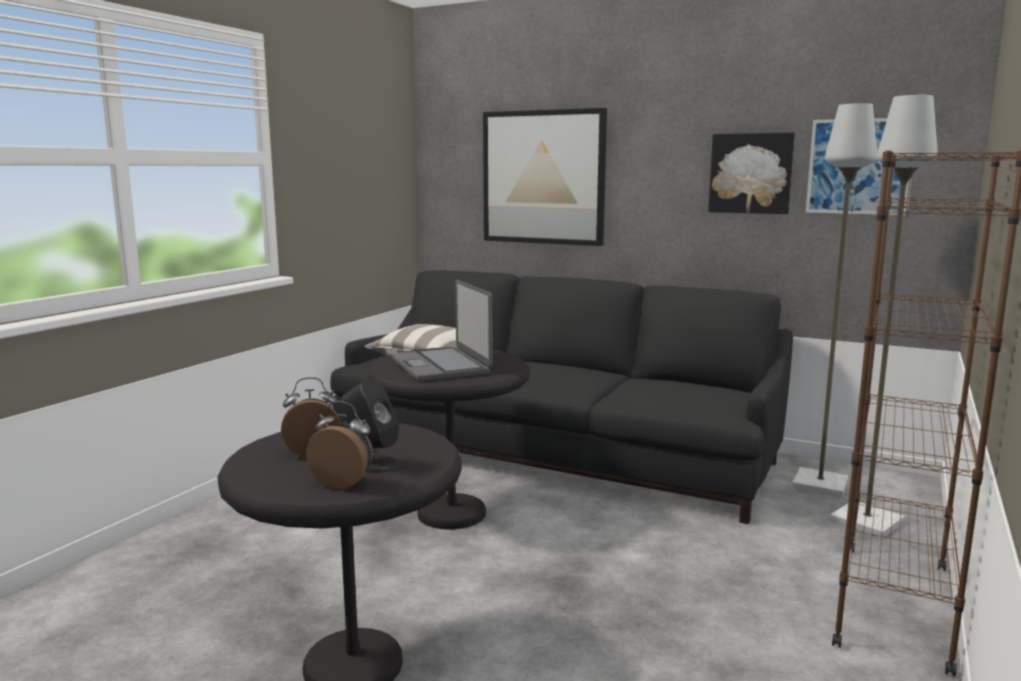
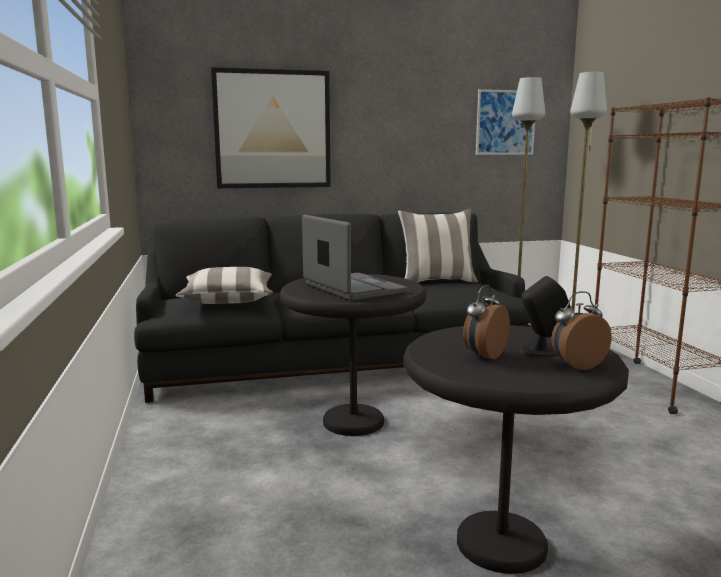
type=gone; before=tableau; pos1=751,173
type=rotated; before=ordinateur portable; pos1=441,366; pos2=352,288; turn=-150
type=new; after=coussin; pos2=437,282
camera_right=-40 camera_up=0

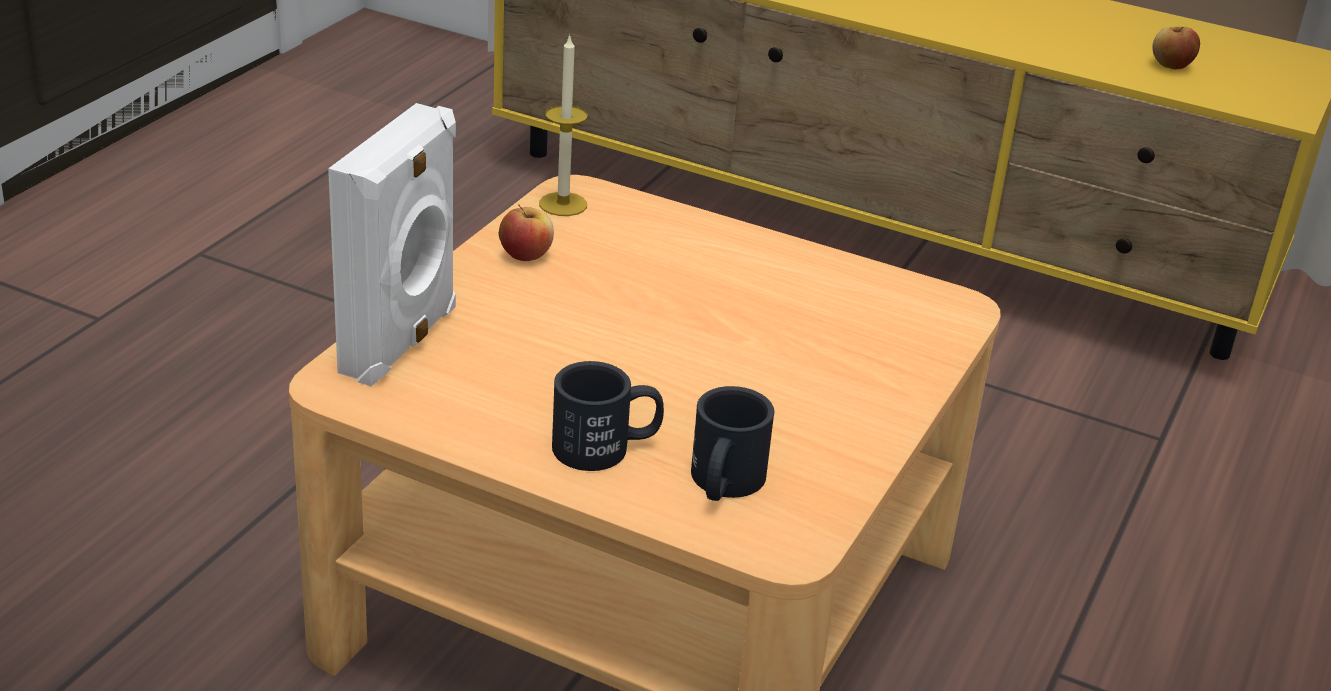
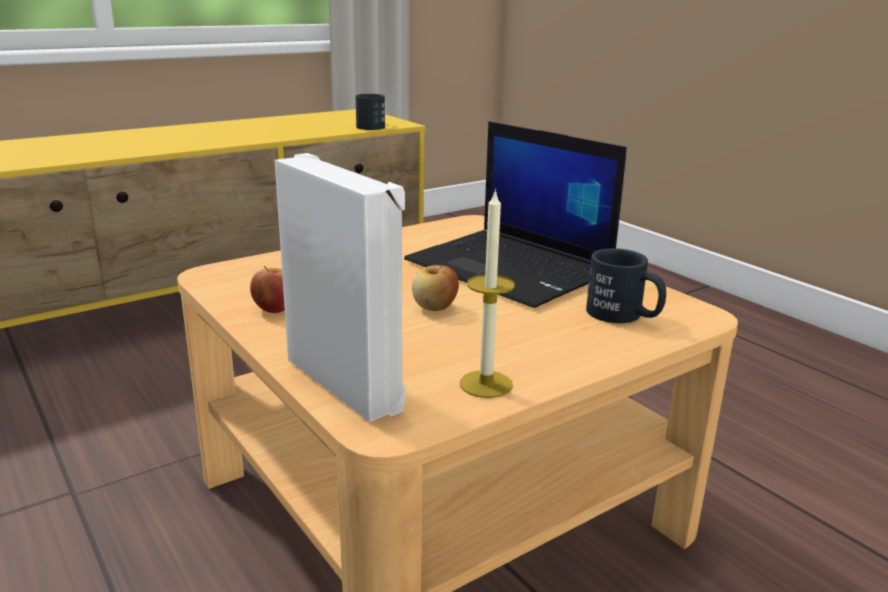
type=shifted; before=pomme; pos1=1171,65; pos2=434,307
type=shifted; before=bougie; pos1=563,204; pos2=486,384
type=shifted; before=mug (noir); pos1=606,447; pos2=373,126
type=new; after=ordinateur portable; pos2=511,268
camera_right=-60 camera_up=-10

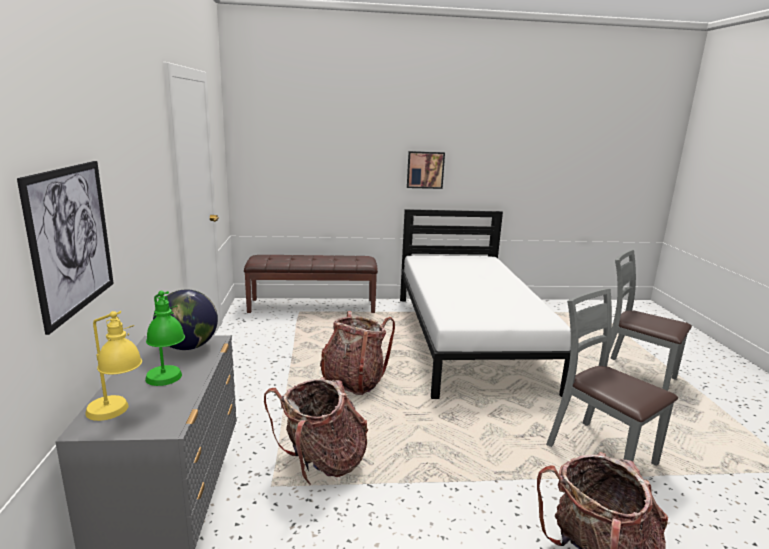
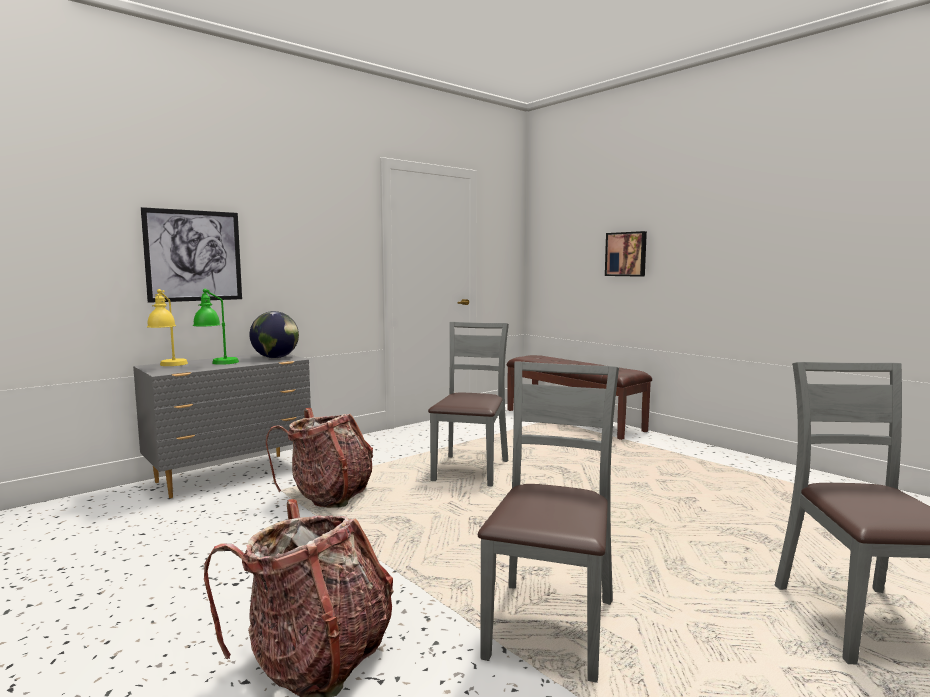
type=shifted; before=tableau; pos1=425,169; pos2=626,254
type=gone; before=lit (blanc); pos1=468,339
type=swapped; before=sac à dos; after=chaise (gris); pos1=353,381; pos2=470,470
camera_right=55 camera_up=-10

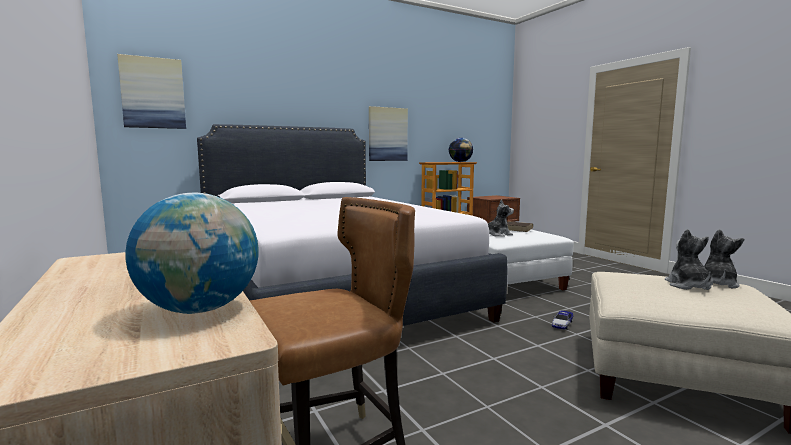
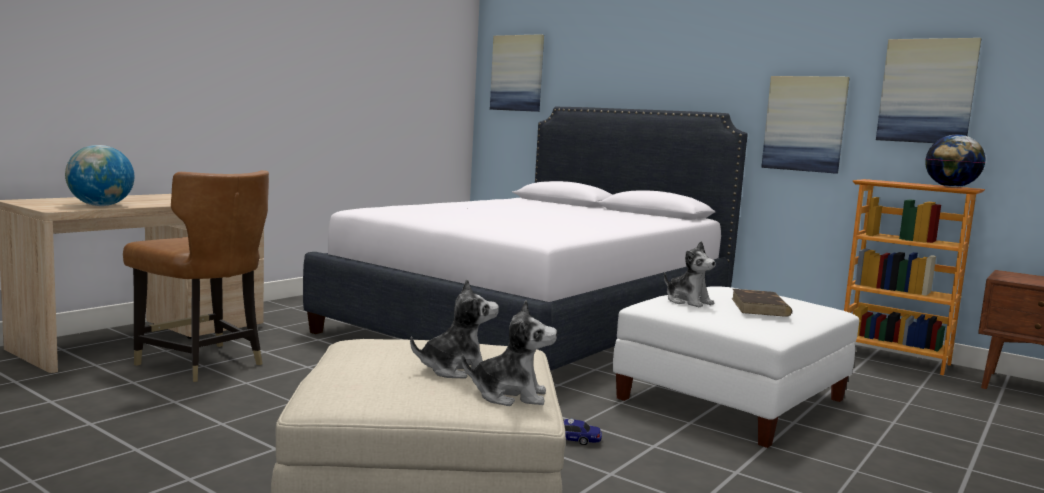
type=new; after=tableau; pos2=927,91
camera_right=65 camera_up=0

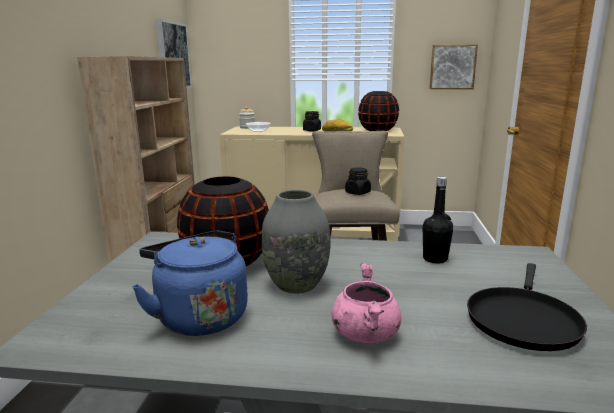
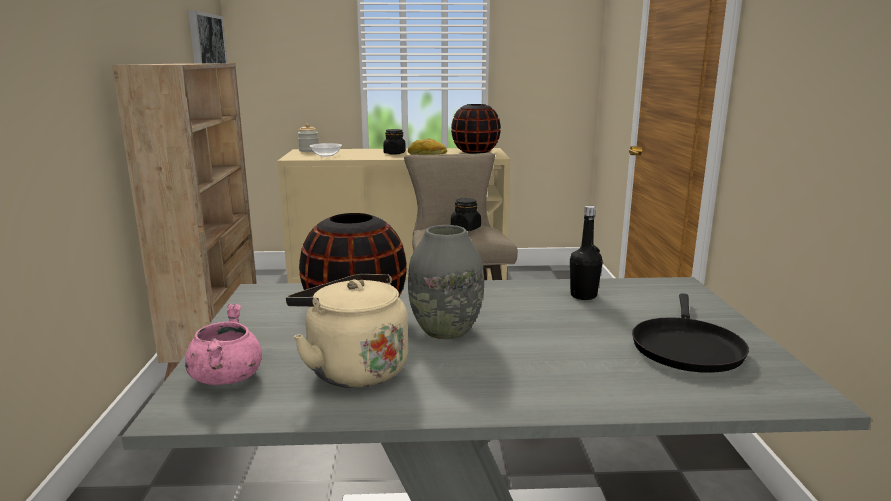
type=gone; before=tableau; pos1=452,67
type=repainted; before=bouilloire (bleu); after=bouilloire (beige); pos1=199,316; pos2=353,368
type=shifted; before=marmite (rose); pos1=365,333; pos2=226,377
camera_right=-10 camera_up=0

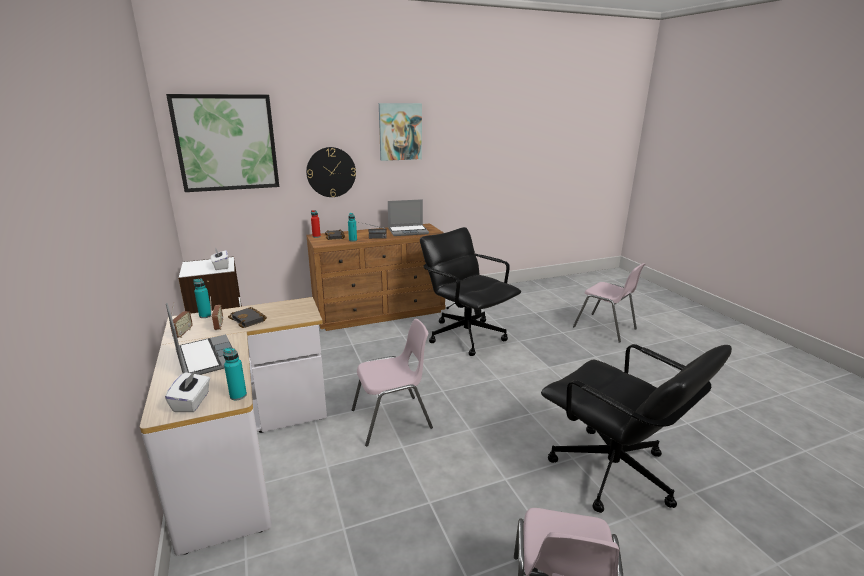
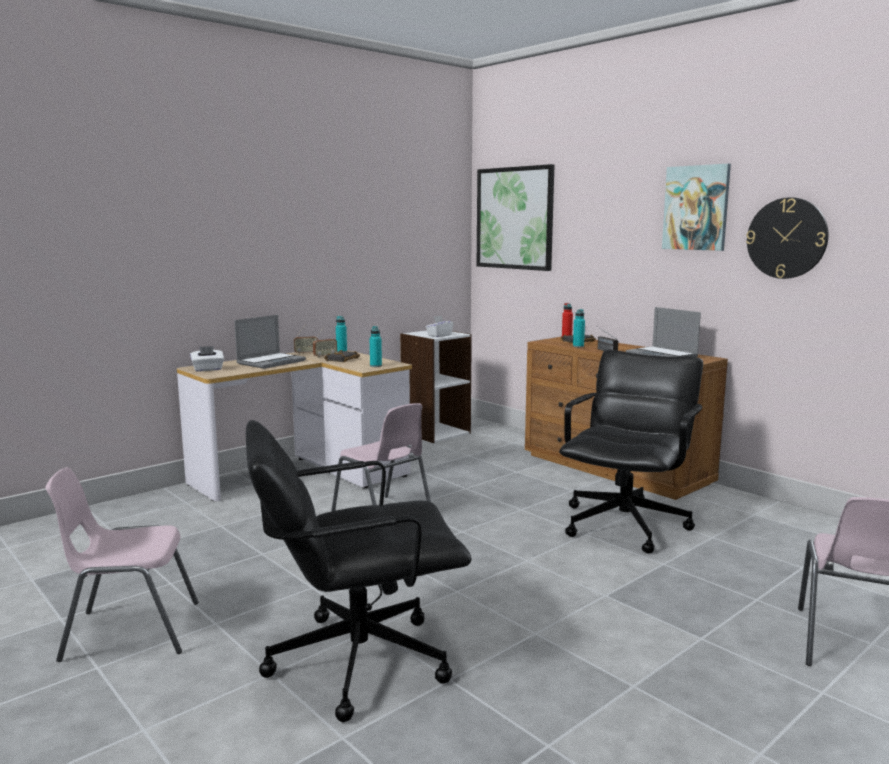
type=shifted; before=horloge murale; pos1=331,172; pos2=786,238
type=rotated; before=chaise de bureau (noir); pos1=612,473; pos2=356,660; turn=45
type=shifted; before=bouteille (turquoise); pos1=238,395; pos2=376,366
camera_right=70 camera_up=-10

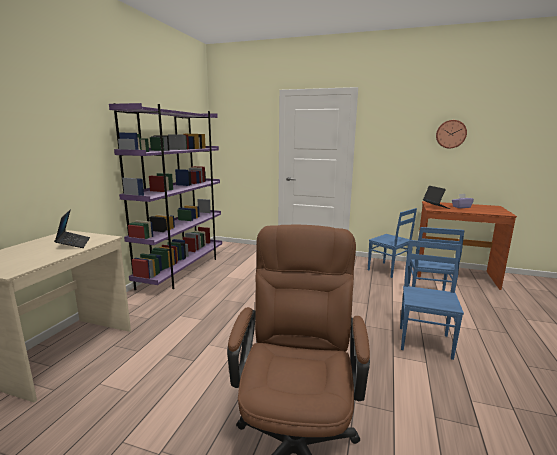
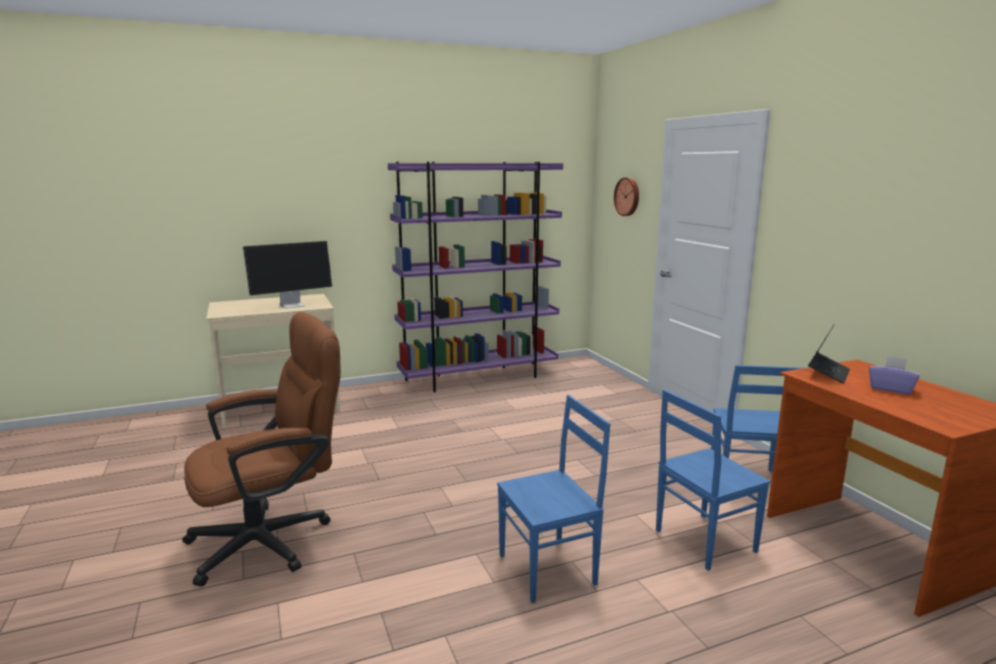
type=shifted; before=horloge murale; pos1=450,134; pos2=628,196
type=swapped; before=ordinateur portable; after=écran d'ordinateur; pos1=73,243; pos2=293,305
camera_right=50 camera_up=0

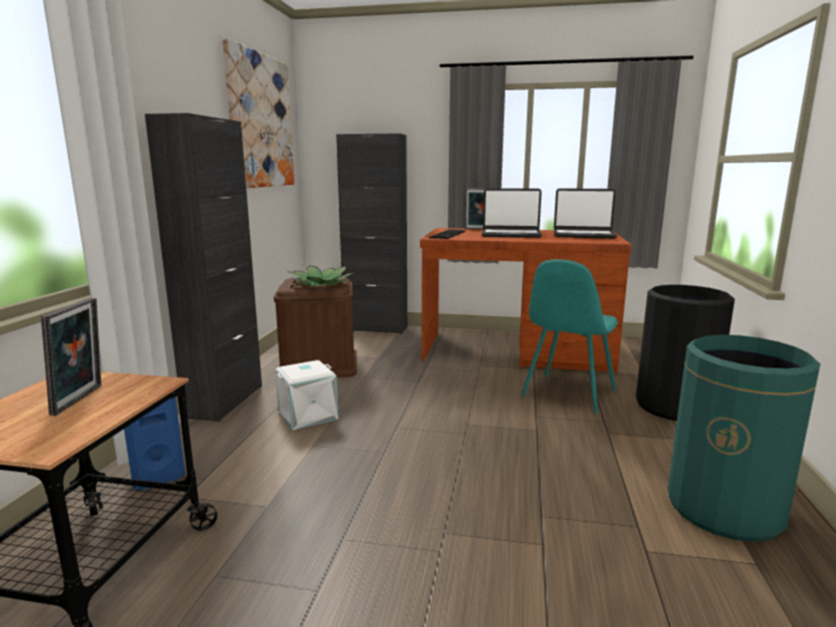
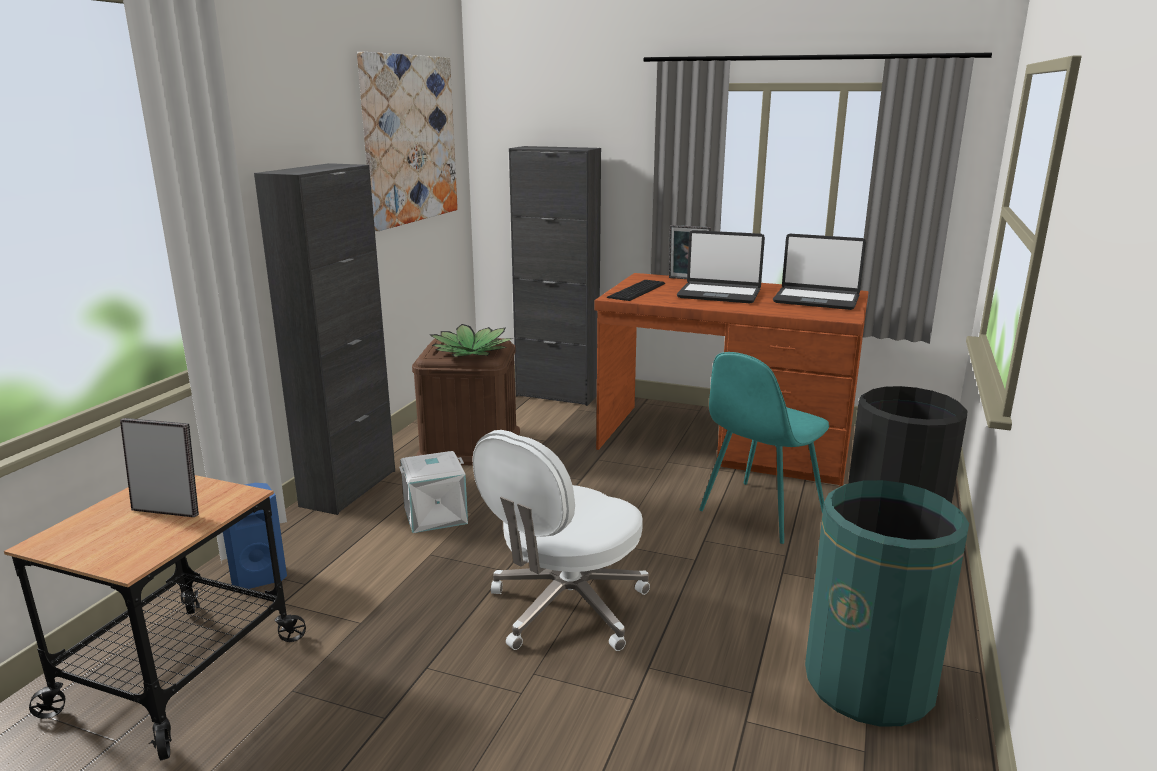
type=rotated; before=cadre photo; pos1=81,400; pos2=168,510; turn=-90
type=new; after=chaise de bureau (blanc); pos2=566,608
camera_right=10 camera_up=5

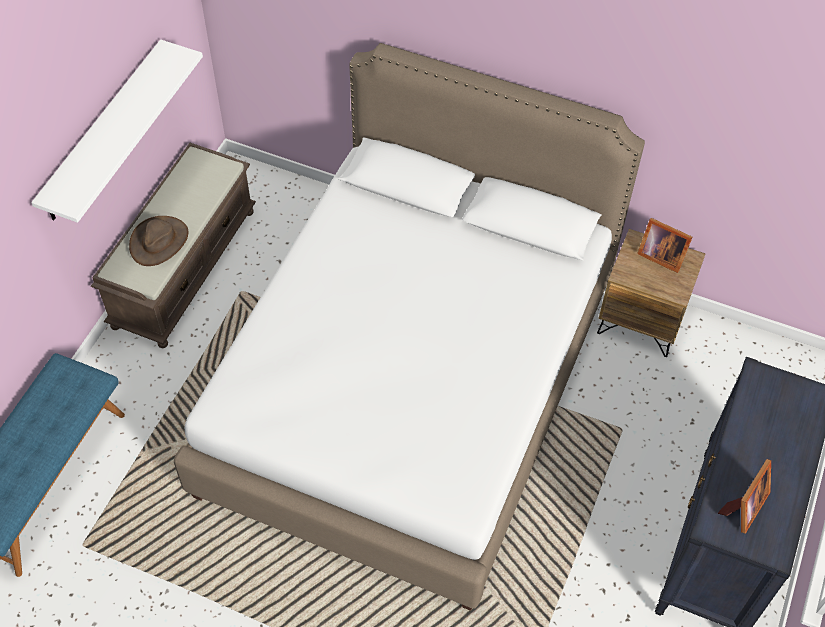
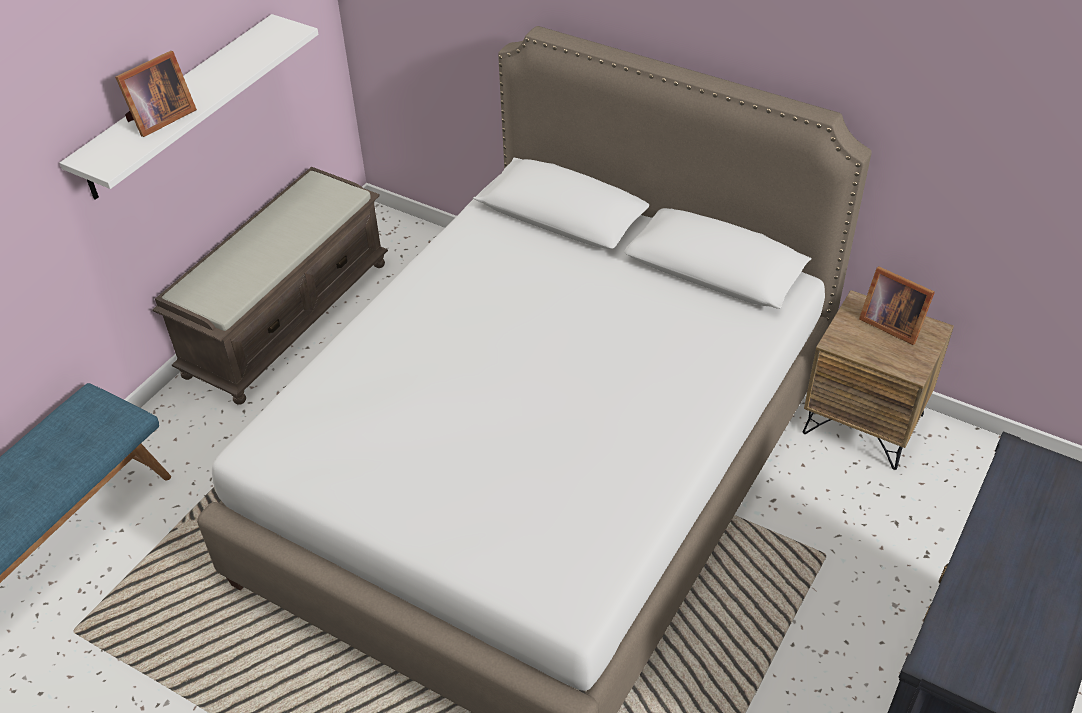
type=gone; before=chapeau (marron); pos1=159,241
type=shifted; before=cadre photo; pos1=743,507; pos2=159,119
camera_right=10 camera_up=-10

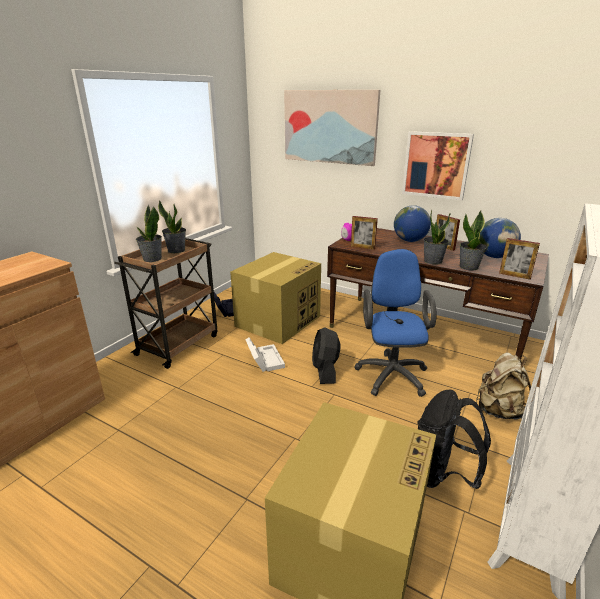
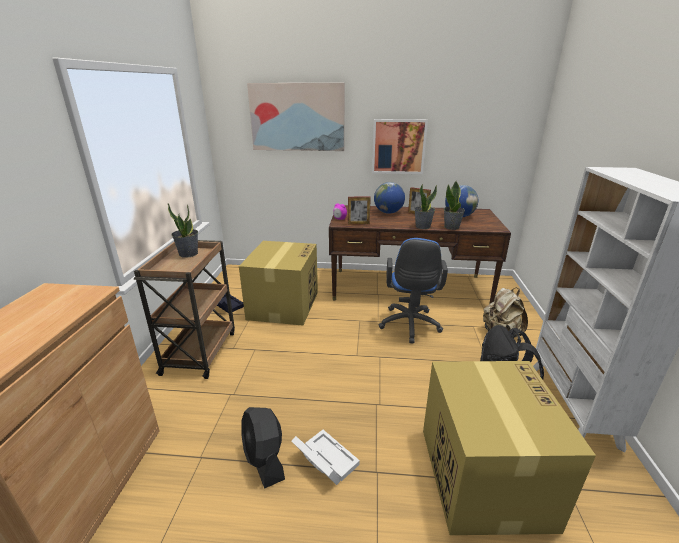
type=gone; before=plante en pot; pos1=152,259
type=gone; before=cadre photo; pos1=514,275
type=rotated; before=chaise de bureau (bleu); pos1=391,373; pos2=409,326; turn=-150
type=shifted; before=ventilateur (noir); pos1=325,370; pos2=264,459
type=shifted; before=boîte de rangement (blanc); pos1=264,359; pos2=324,460
camera_right=-25 camera_up=0

